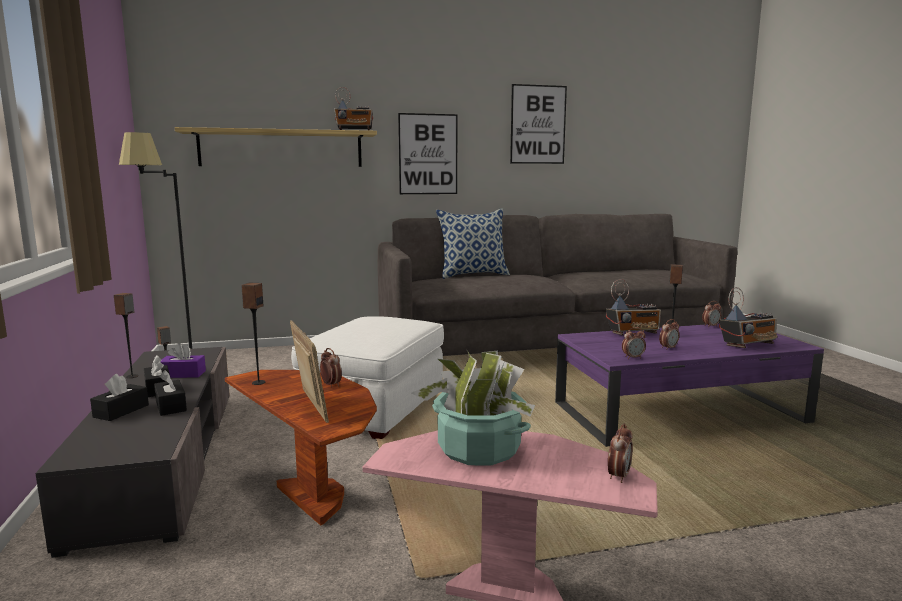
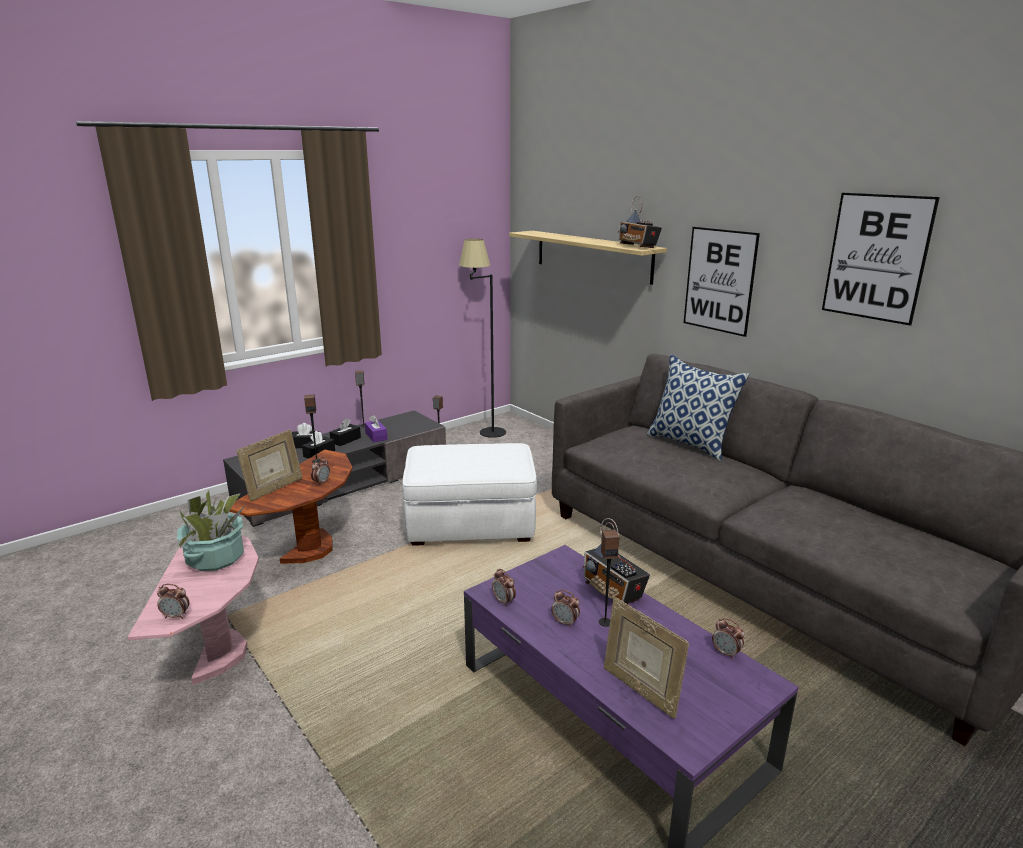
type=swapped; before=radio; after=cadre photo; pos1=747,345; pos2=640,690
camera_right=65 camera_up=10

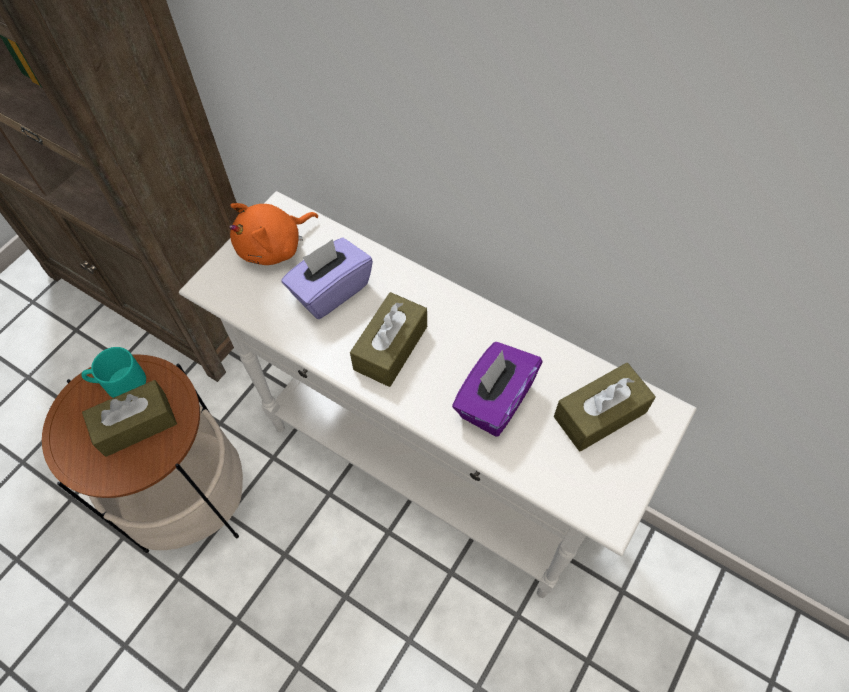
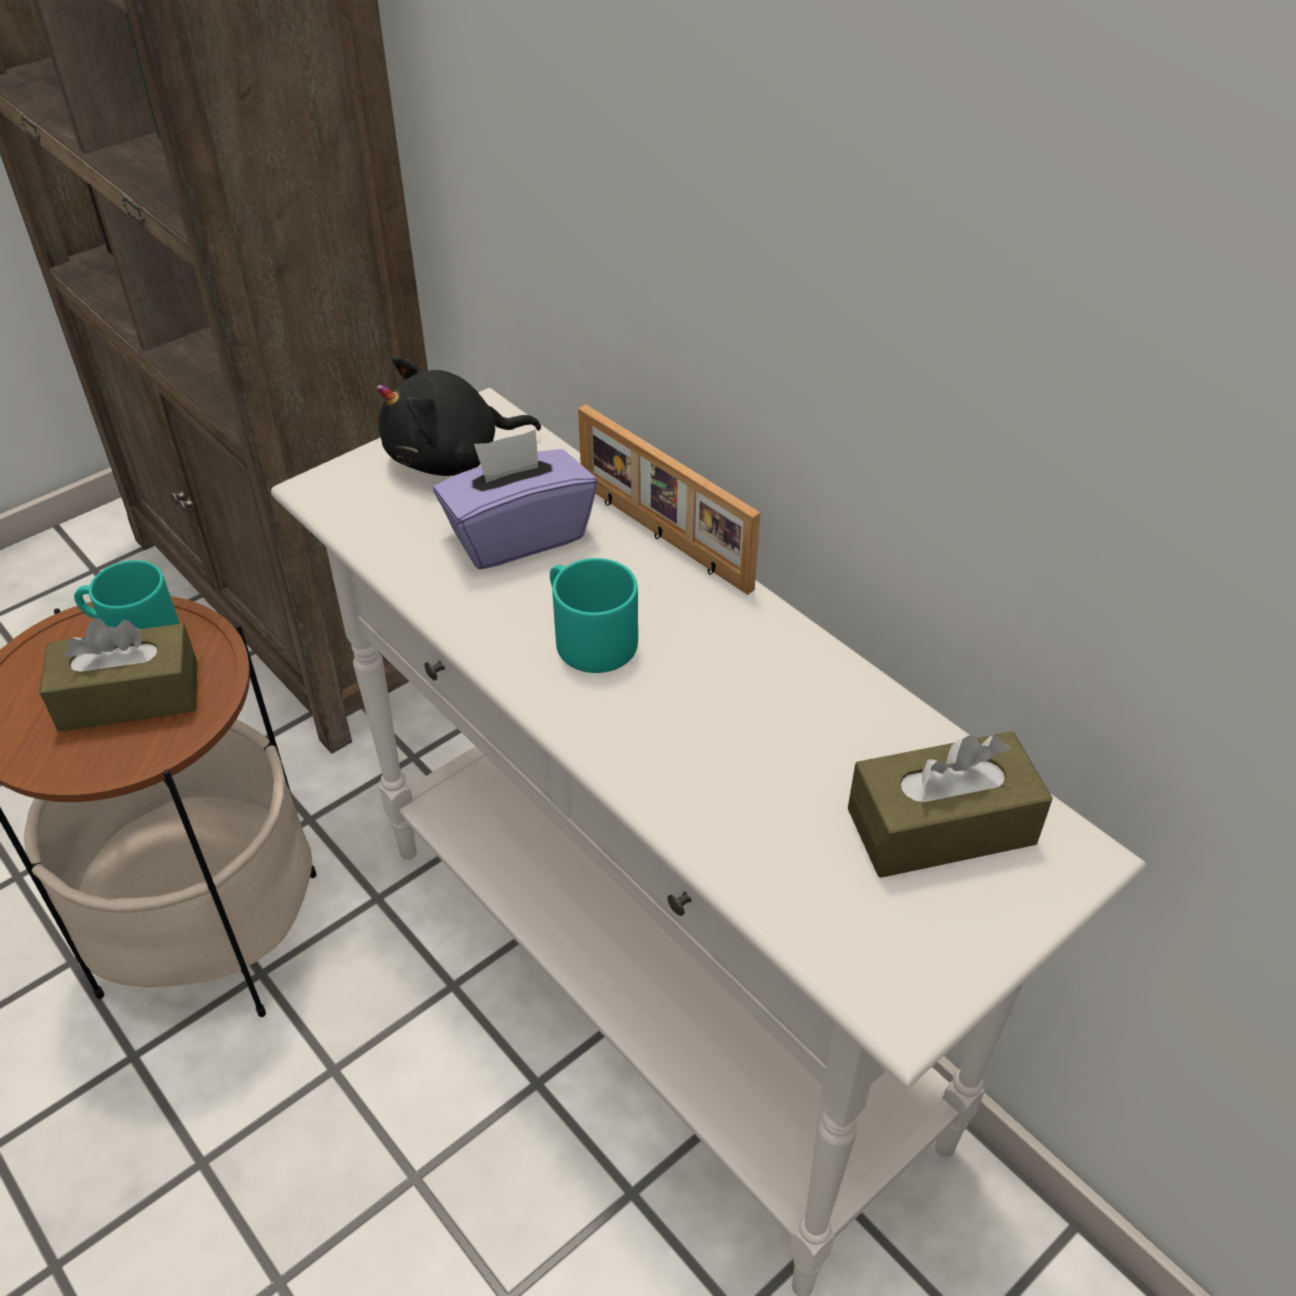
type=repainted; before=peluche (orange); after=peluche (noir); pos1=274,247; pos2=452,458
type=swapped; before=boîte à mouchoirs (marron); after=mug (turquoise); pos1=390,347; pos2=586,637
type=gone; before=boîte à mouchoirs (violet); pos1=494,400
type=new; after=cadre photo; pos2=661,536
camera_right=15 camera_up=-15

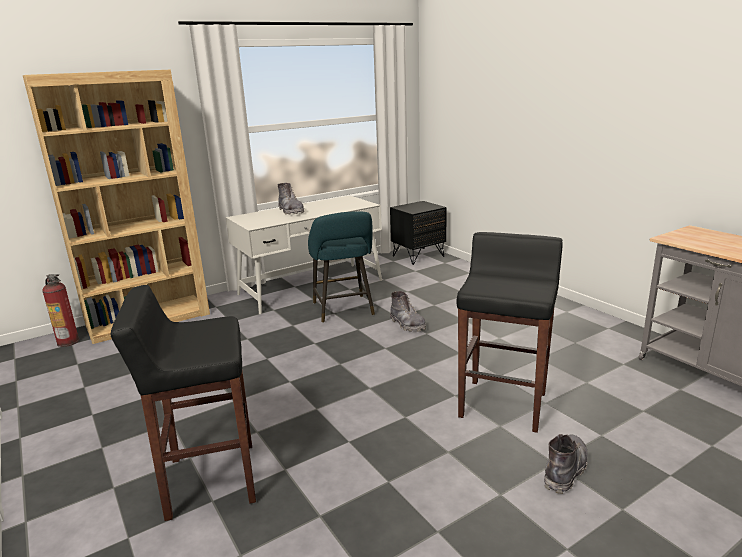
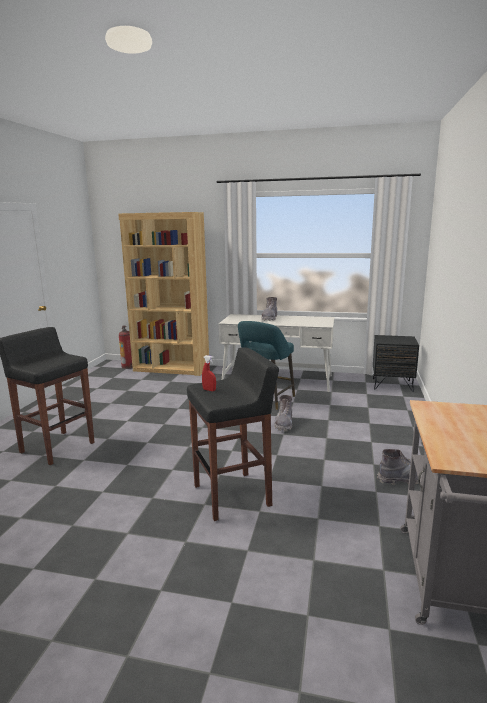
type=shifted; before=botte (gris); pos1=565,470; pos2=402,479
type=new; after=vaporisateur (rouge); pos2=209,390
camera_right=45 camera_up=-5

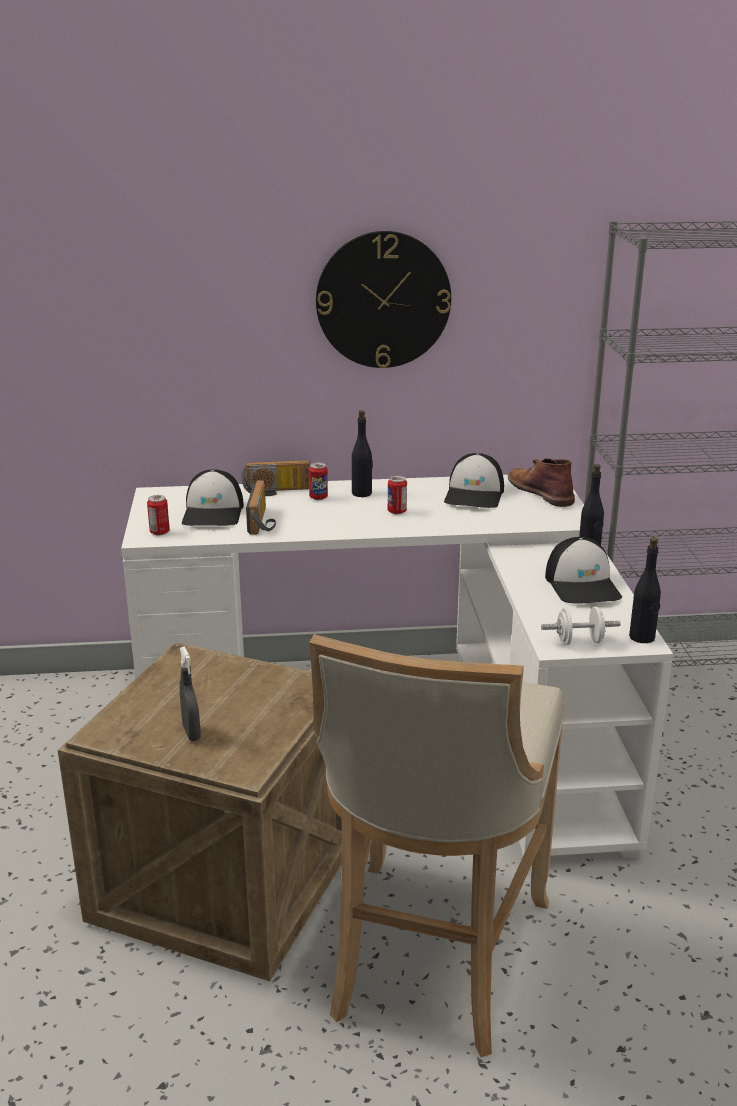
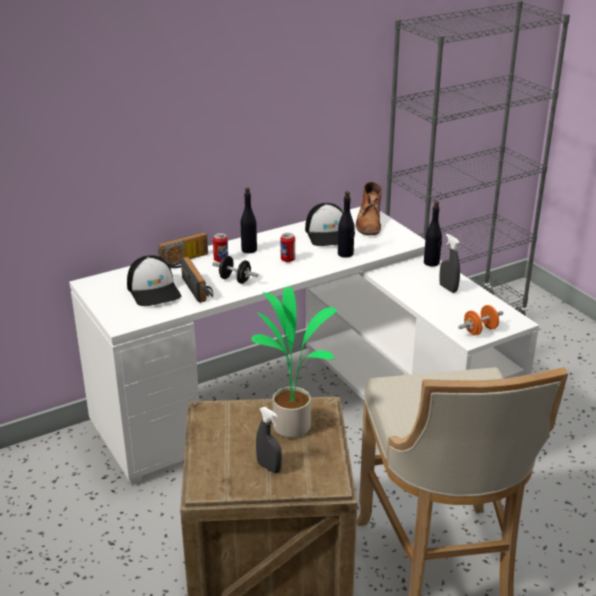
type=gone; before=horloge murale; pos1=383,300
type=rotated; before=botte (marron); pos1=540,491; pos2=369,222; turn=-120
type=gone; before=boîte métallique; pos1=159,532
type=swapped; before=casquette; after=vaporisateur (gris); pos1=583,585; pos2=448,288
type=shifted; before=bouteille (noir); pos1=642,637; pos2=345,254
type=repainted; before=haltère (blanc); after=haltère (orange); pos1=579,641; pos2=480,330
type=new; after=haltère (noir); pos2=235,280
type=new; after=plante en pot; pos2=292,425
camera_right=-25 camera_up=5

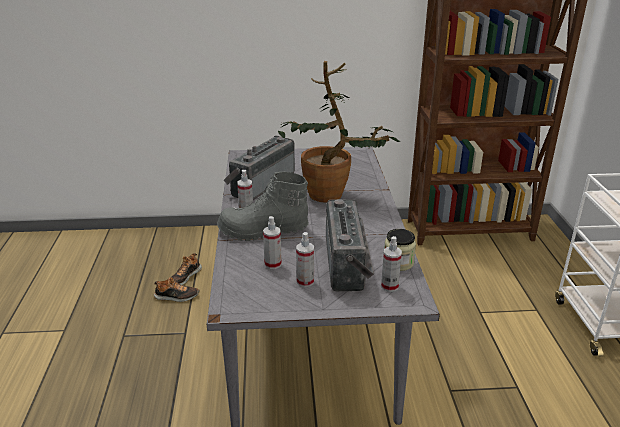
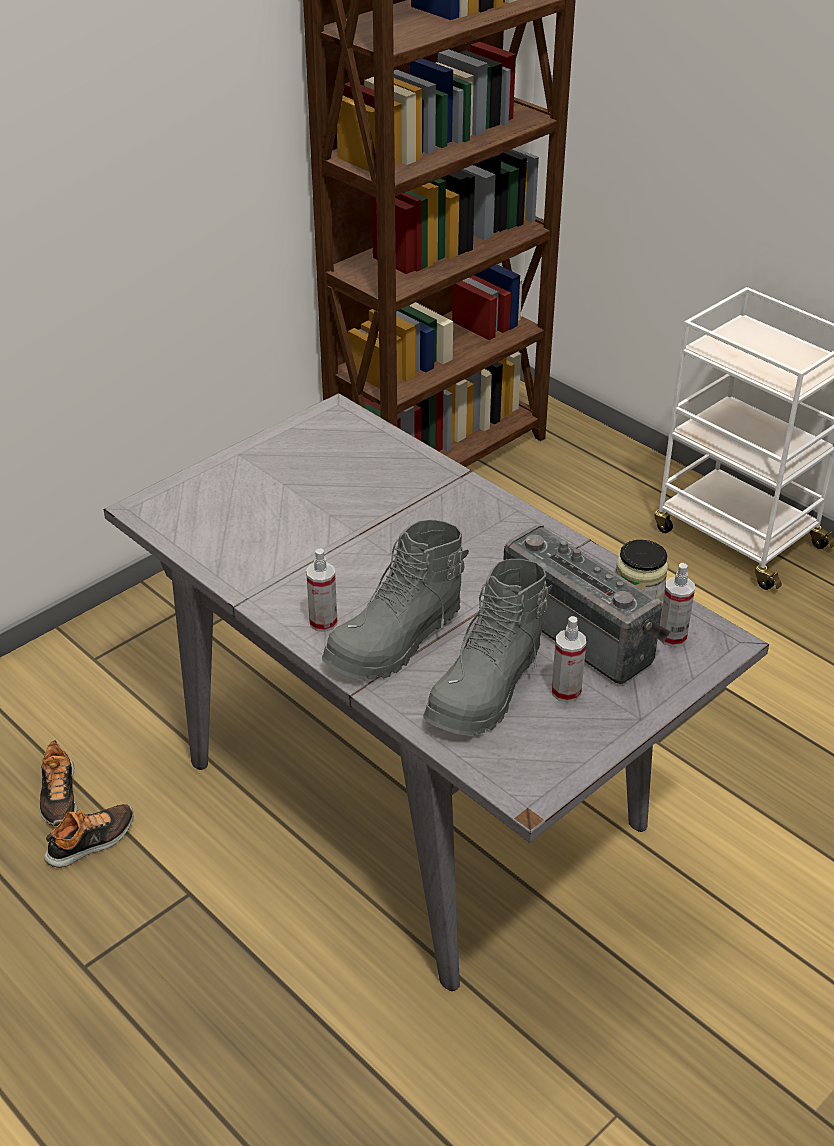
type=gone; before=plante en pot; pos1=333,196
type=gone; before=radio; pos1=260,183
type=swapped; before=vaporisateur; after=botte (gris); pos1=273,264; pos2=487,689
camera_right=-40 camera_up=10

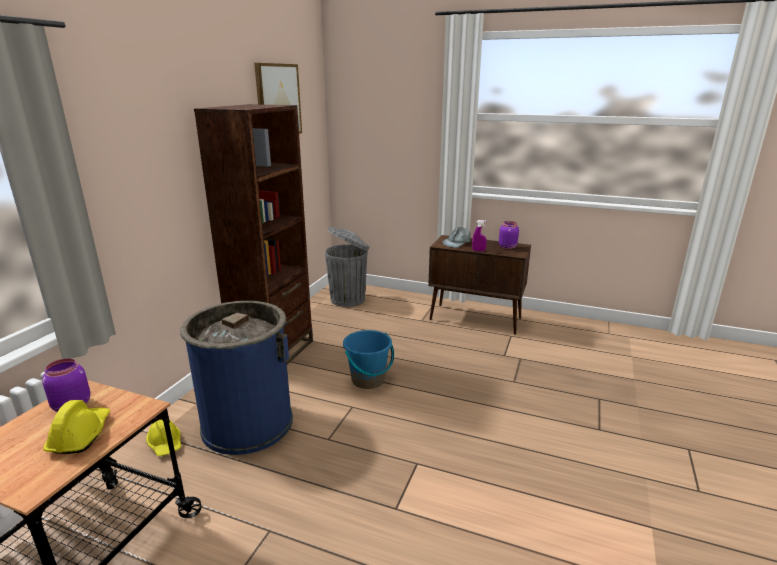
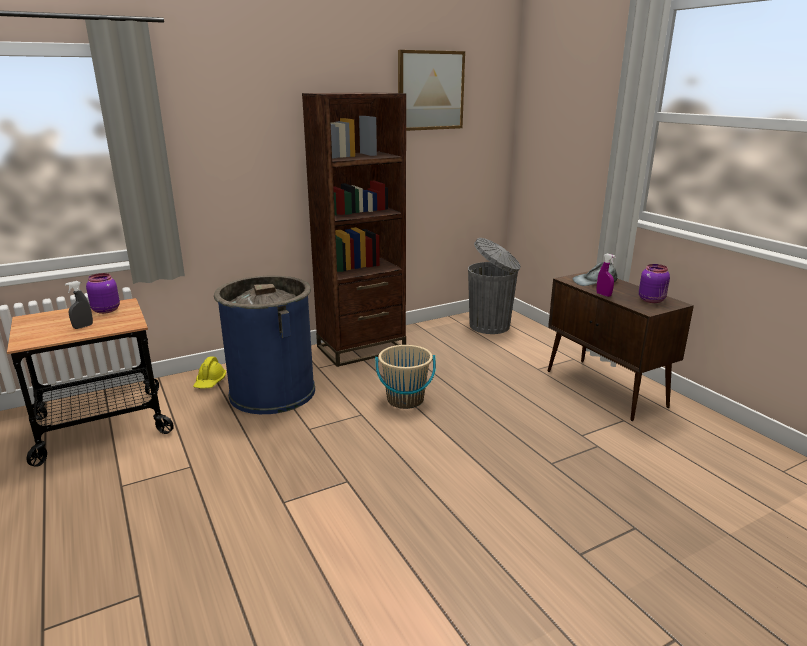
type=repainted; before=seau (bleu); after=seau (beige); pos1=368,380; pos2=405,400
type=swapped; before=casque de chantier (jaune); after=vaporisateur (gris); pos1=80,435; pos2=83,326
camera_right=40 camera_up=0

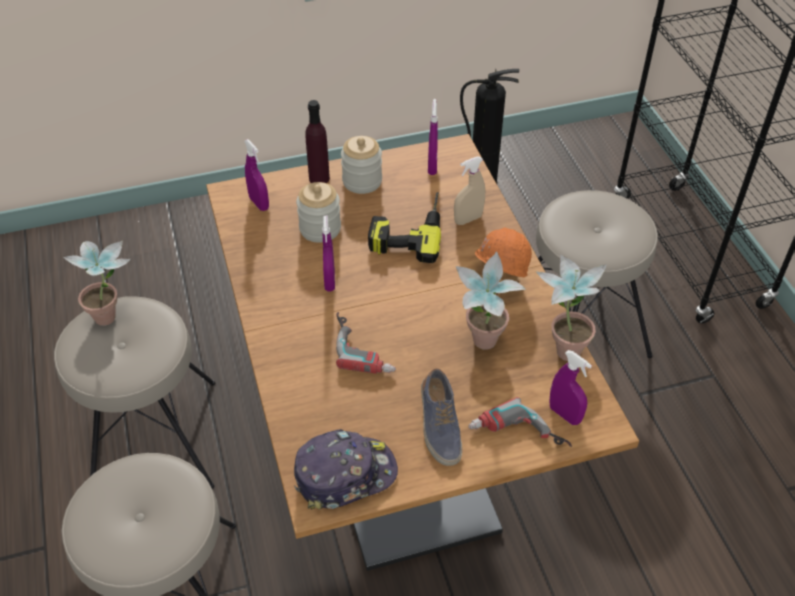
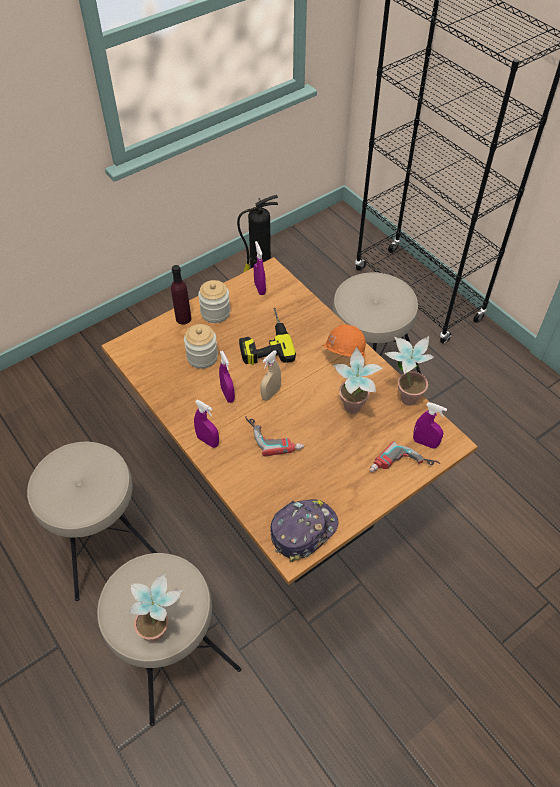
type=shifted; before=vaporisateur (violet); pos1=259,203; pos2=208,441
type=shifted; before=vaporisateur (beige); pos1=468,219; pos2=270,393
type=shifted; before=plante en pot; pos1=113,316; pos2=161,628
type=gone; before=chaussure; pos1=439,426
camera_right=-20 camera_up=5

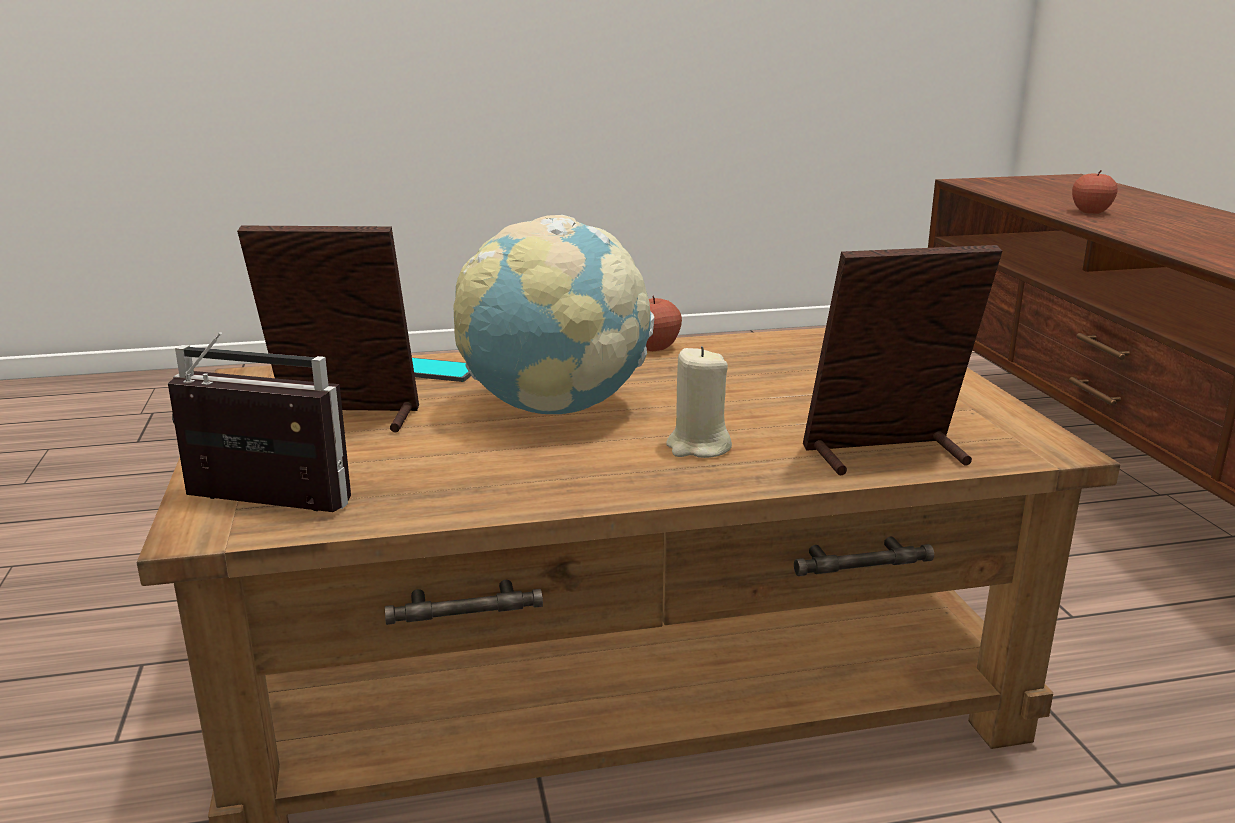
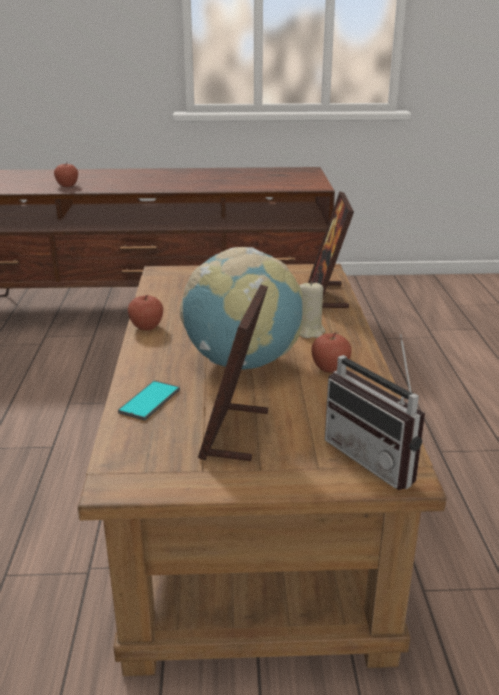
type=rotated; before=radio; pos1=256,509; pos2=378,458; turn=-60
type=new; after=pomme; pos2=330,369
camera_right=-80 camera_up=5

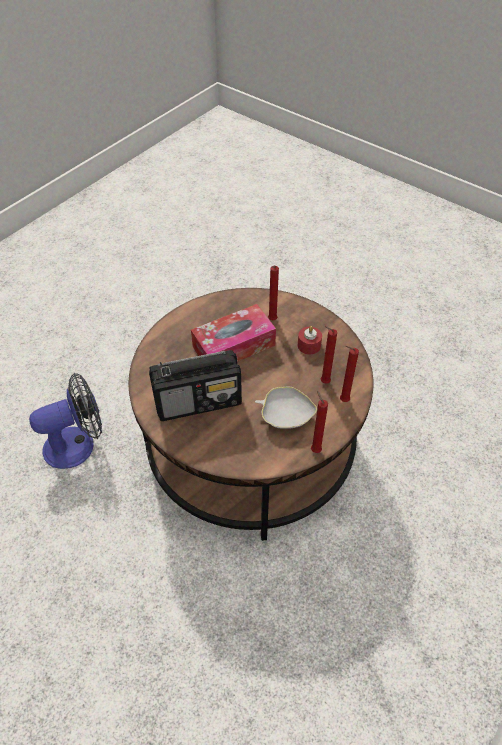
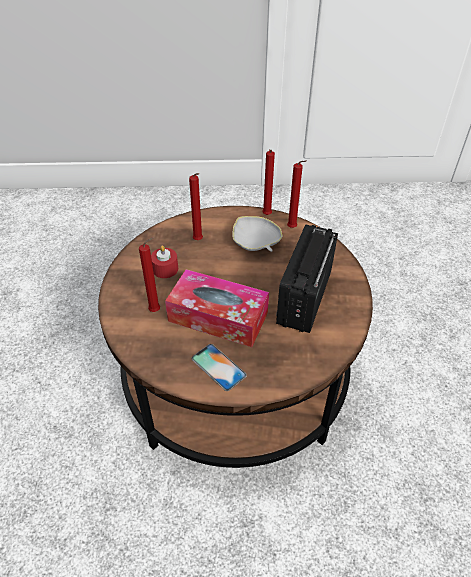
type=shifted; before=bougie (rouge); pos1=342,400; pos2=293,228
type=rotated; before=radio; pos1=199,402; pos2=304,299; turn=-105
type=gone; before=ventilateur; pos1=78,444
type=new; after=téléphone; pos2=218,367
camera_right=-130 camera_up=-5

